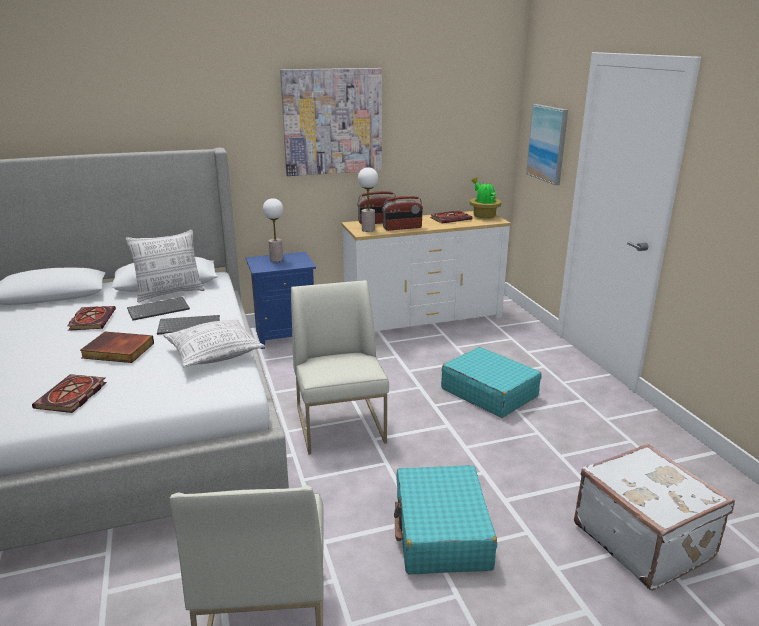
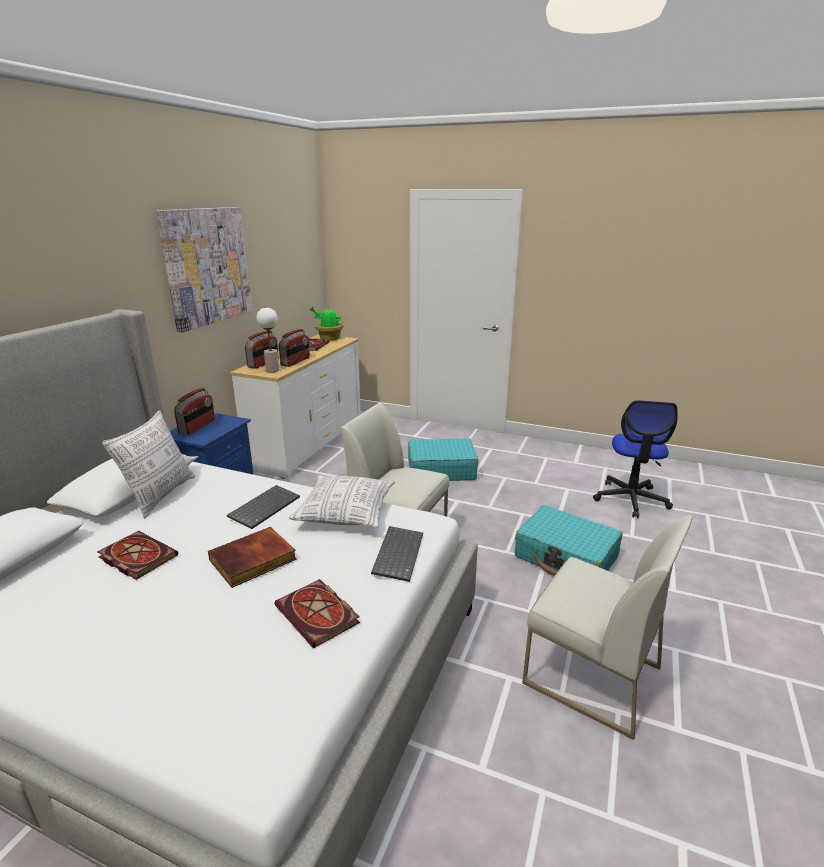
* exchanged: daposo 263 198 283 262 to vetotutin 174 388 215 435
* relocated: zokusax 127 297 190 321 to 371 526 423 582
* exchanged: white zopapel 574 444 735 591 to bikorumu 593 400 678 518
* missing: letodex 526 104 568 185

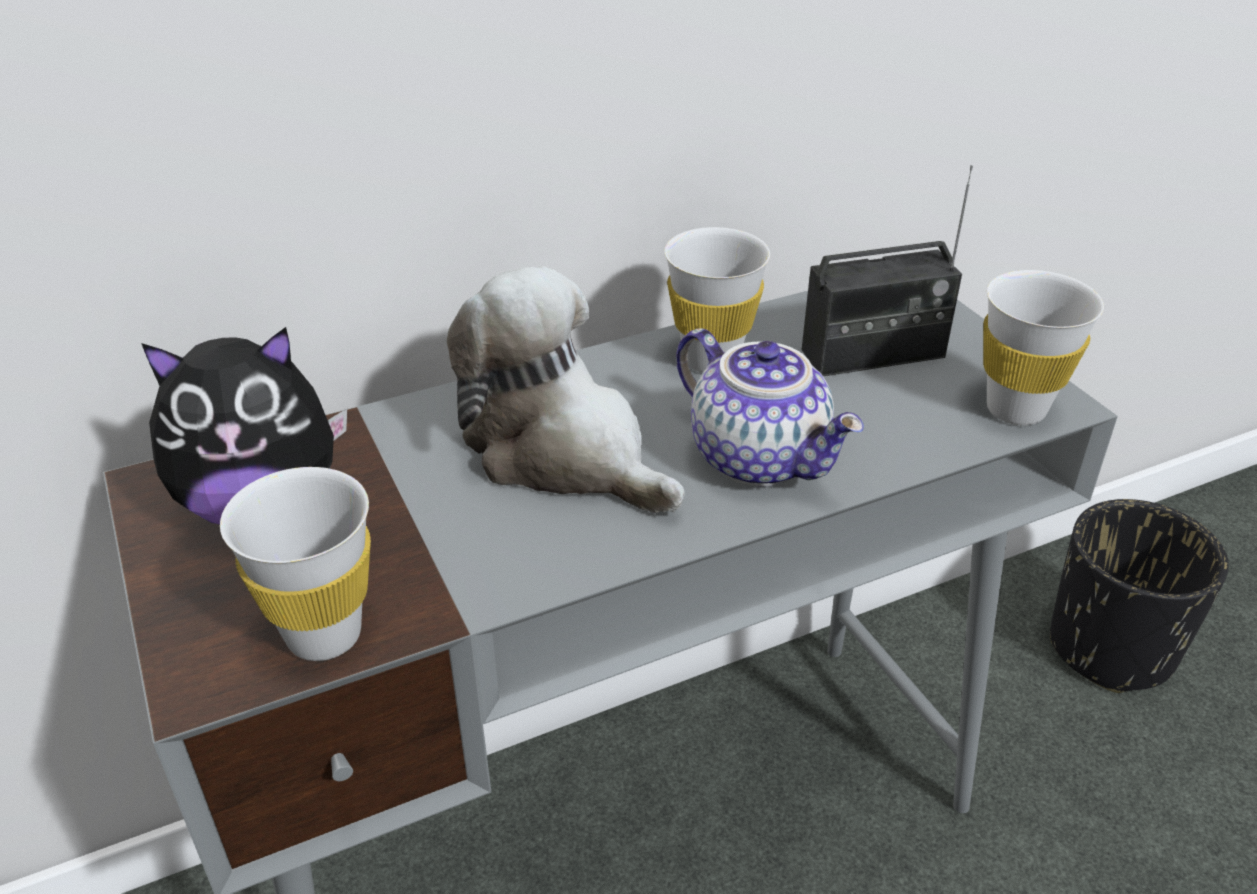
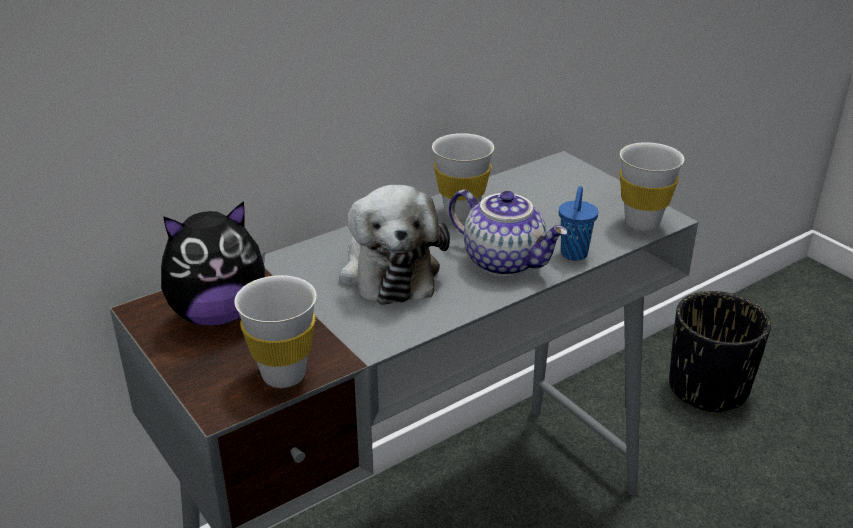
* spun: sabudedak 447 266 685 513 = 339 185 450 305 135 degrees counterclockwise
* appeared: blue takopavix 559 186 598 261
* missing: vetotutin 802 165 973 376

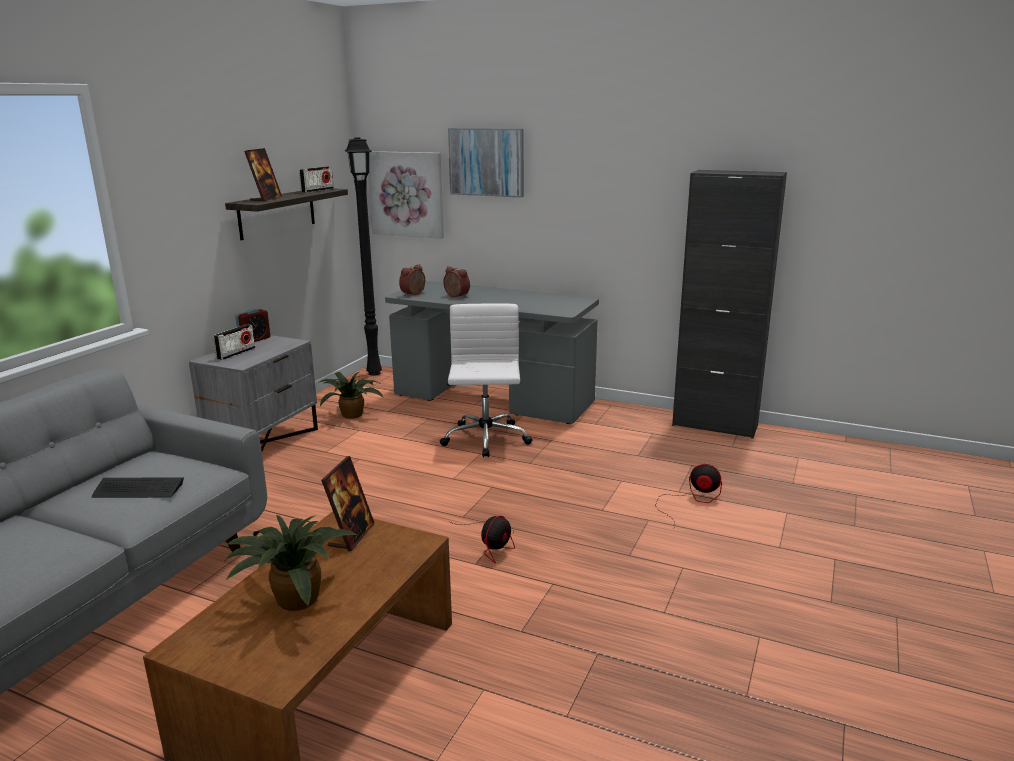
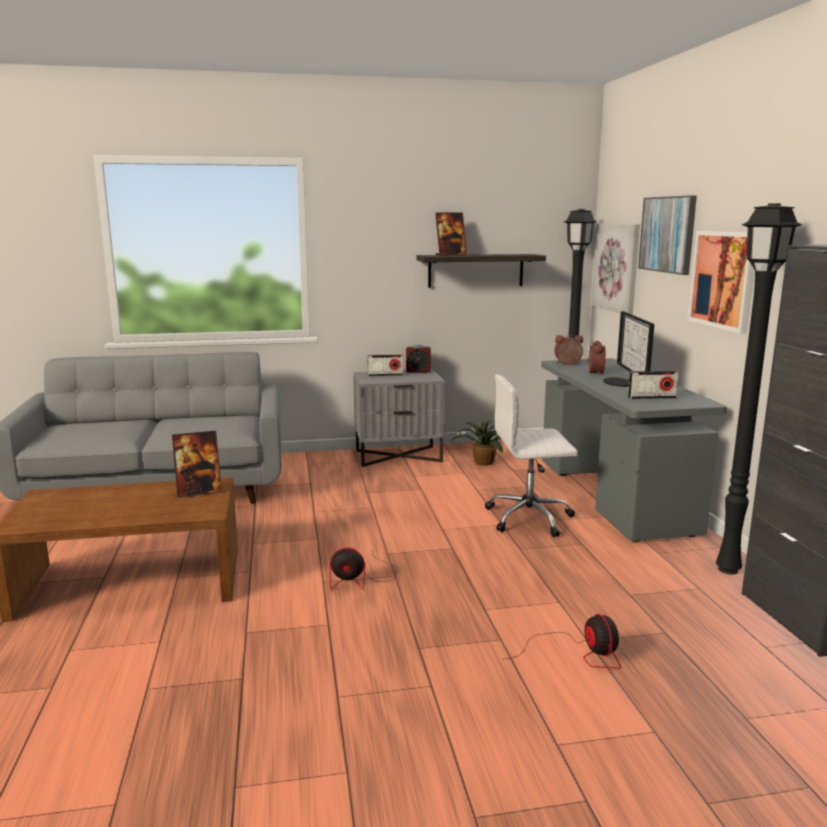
* spun: white bikorumu 440 304 533 457 = 485 374 578 537 150 degrees counterclockwise
* appeared: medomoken 603 311 654 387
* relocated: vetotutin 299 166 334 193 to 628 371 679 399
* appeared: letodex 688 231 755 334
* appeared: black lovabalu 716 203 802 574
* missing: zokusax 92 477 184 498
* missing: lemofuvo 225 514 357 611

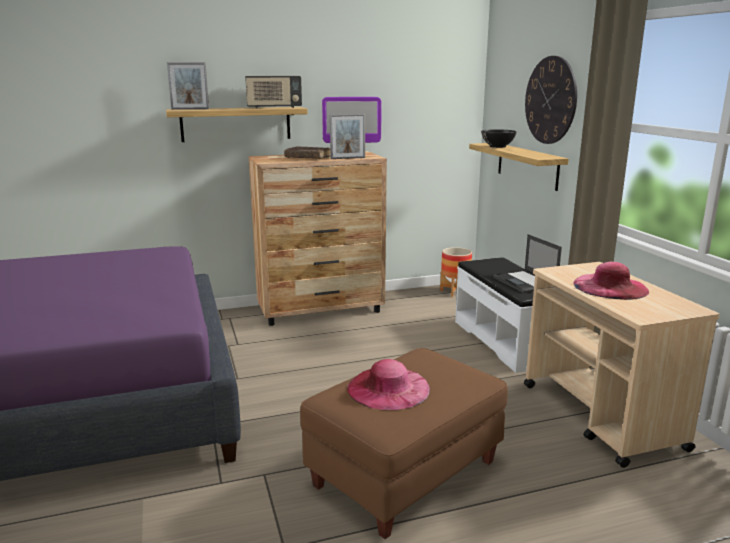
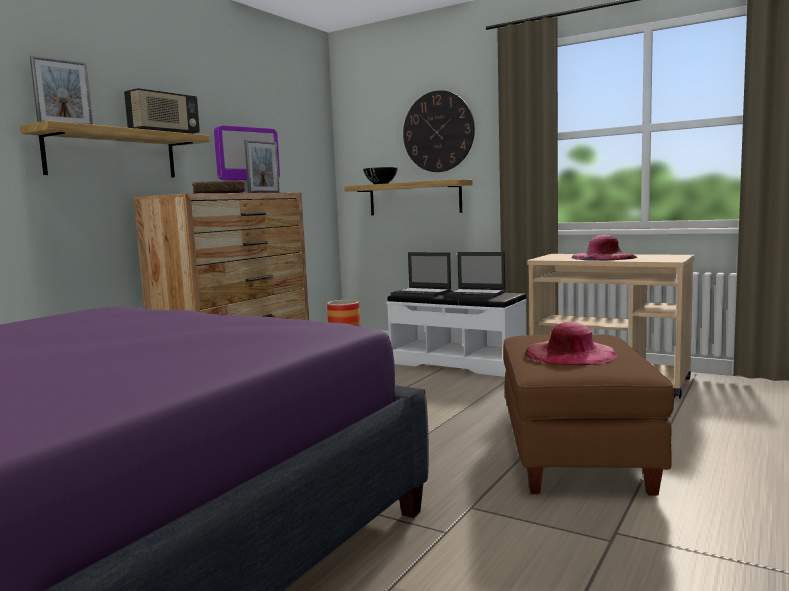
* appeared: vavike 391 252 452 297

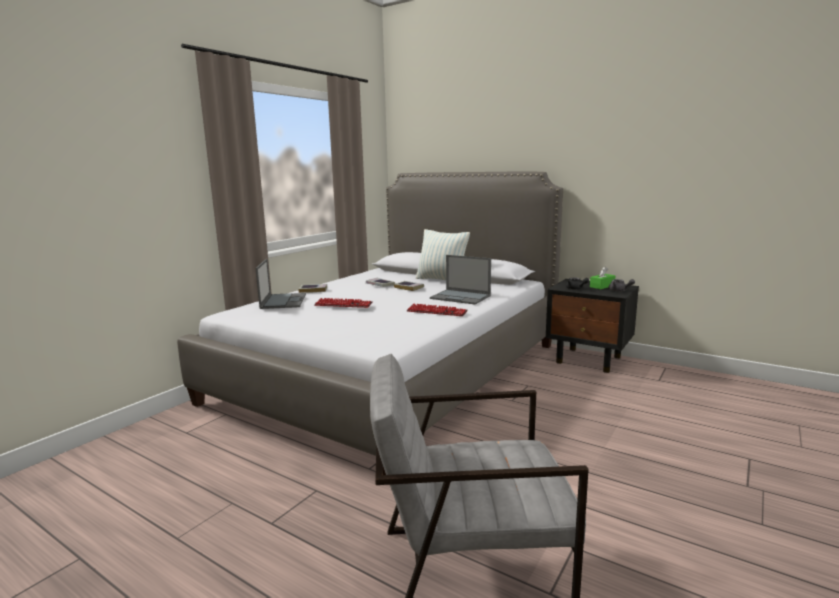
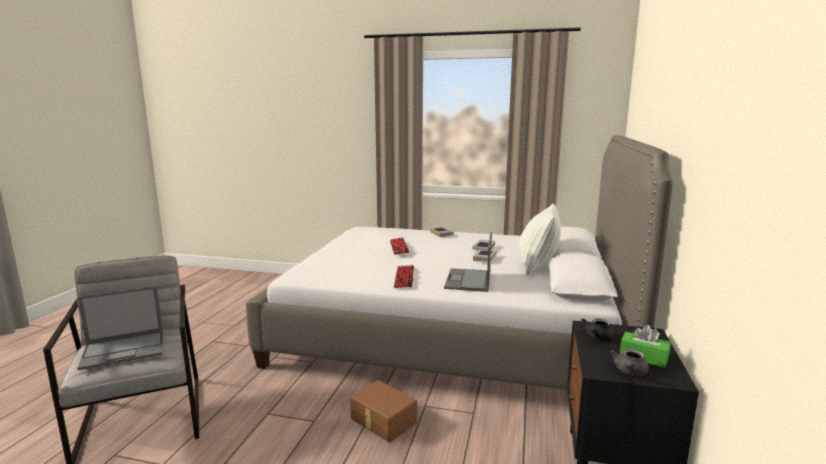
* relocated: vavike 256 259 306 309 to 77 286 163 370
* appeared: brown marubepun 350 380 417 443

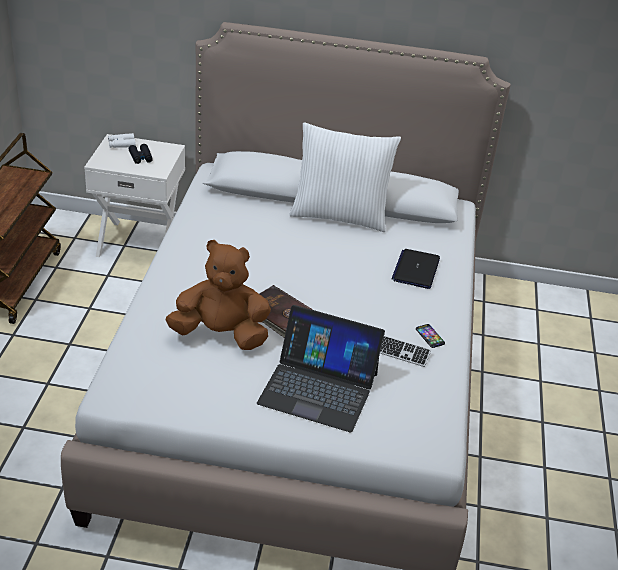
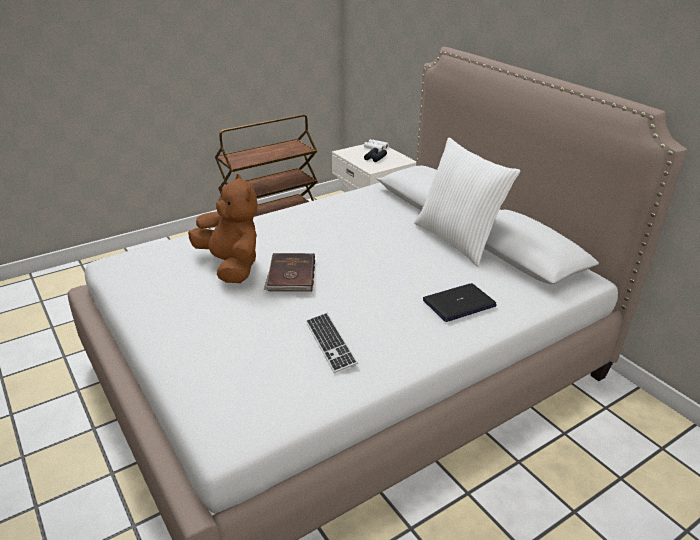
* missing: vavike 257 305 385 432
* missing: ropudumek 416 324 445 348

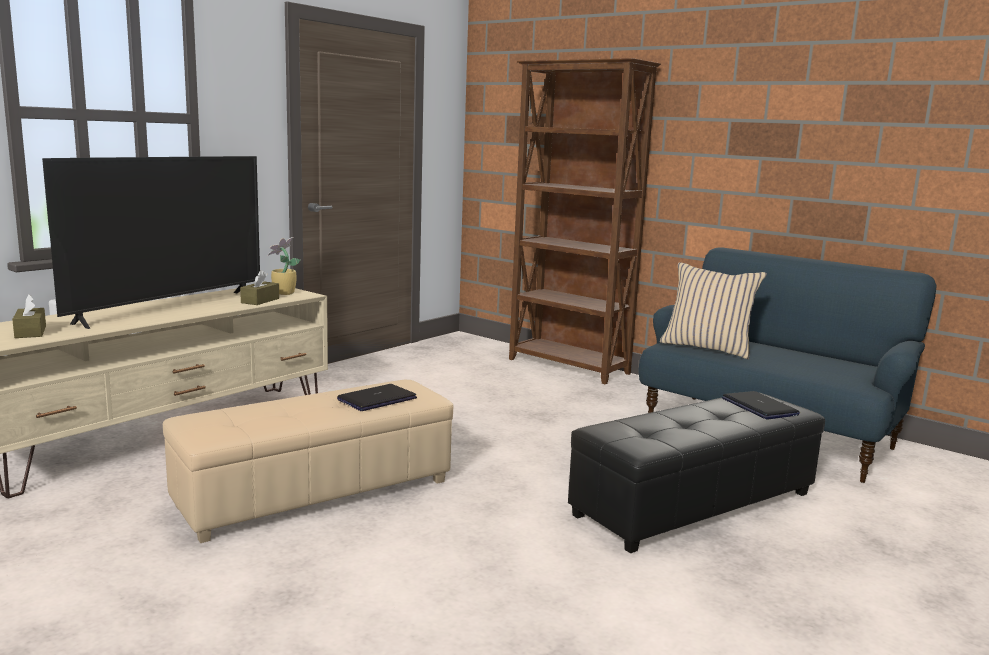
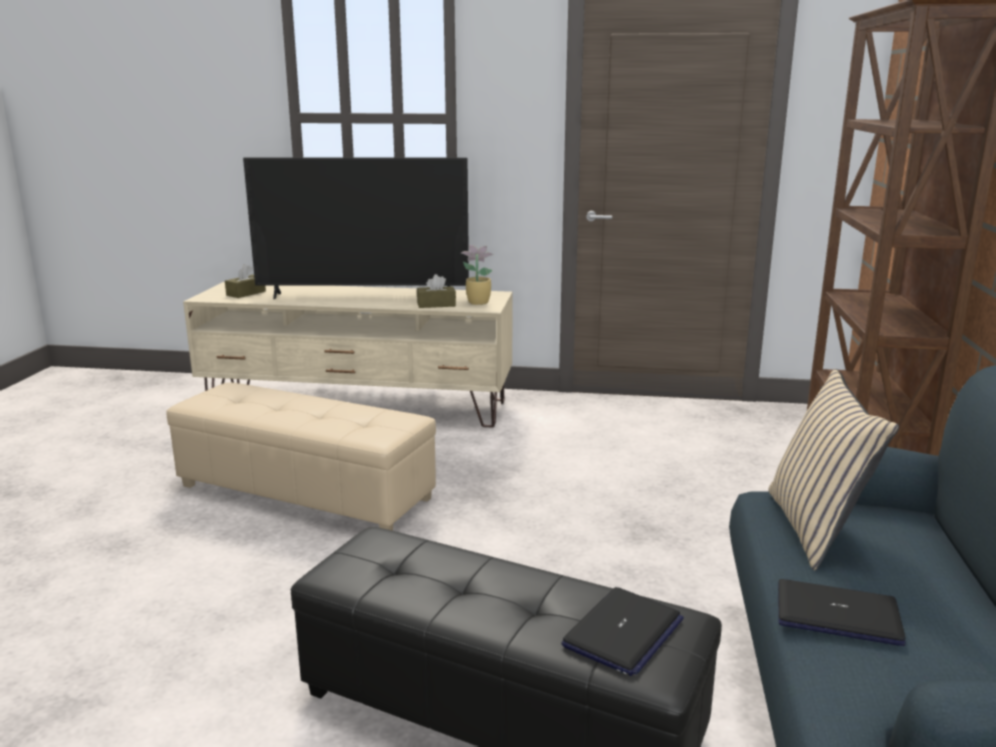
* relocated: vavike 337 384 417 411 to 778 579 905 646

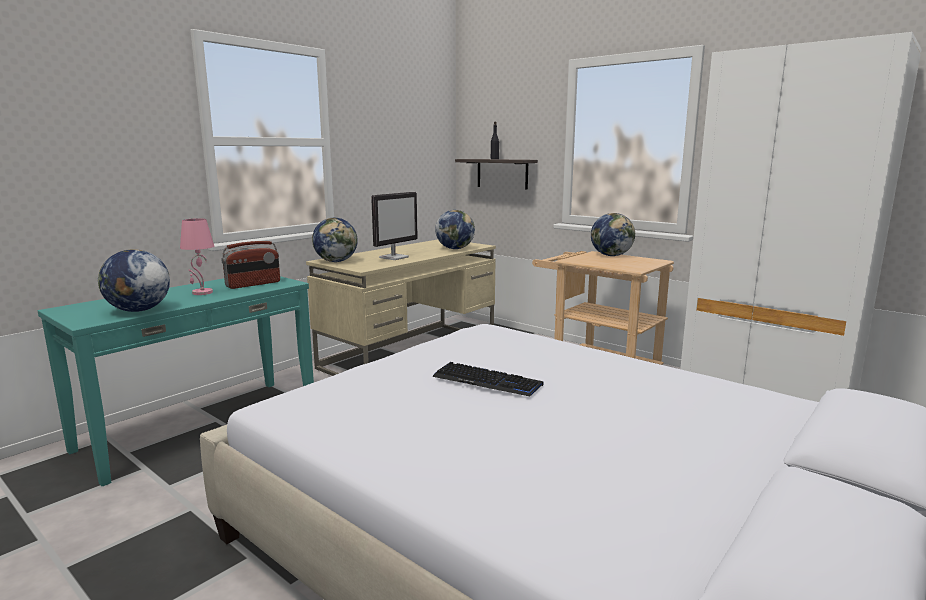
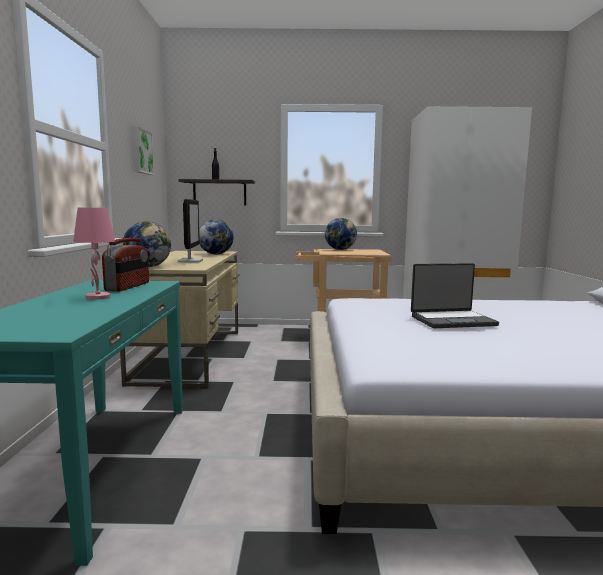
* appeared: letodex 133 126 154 175
* exchanged: zokusax 432 362 543 396 to vavike 411 263 499 328
* missing: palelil 97 249 170 312

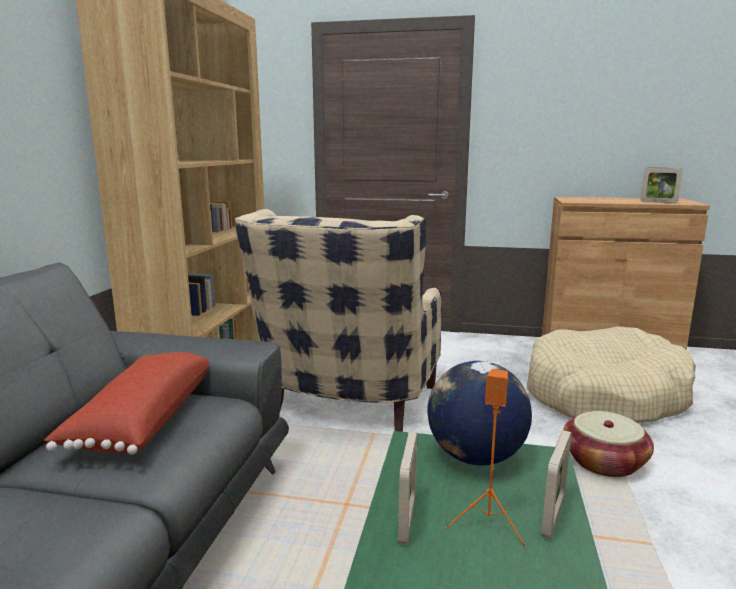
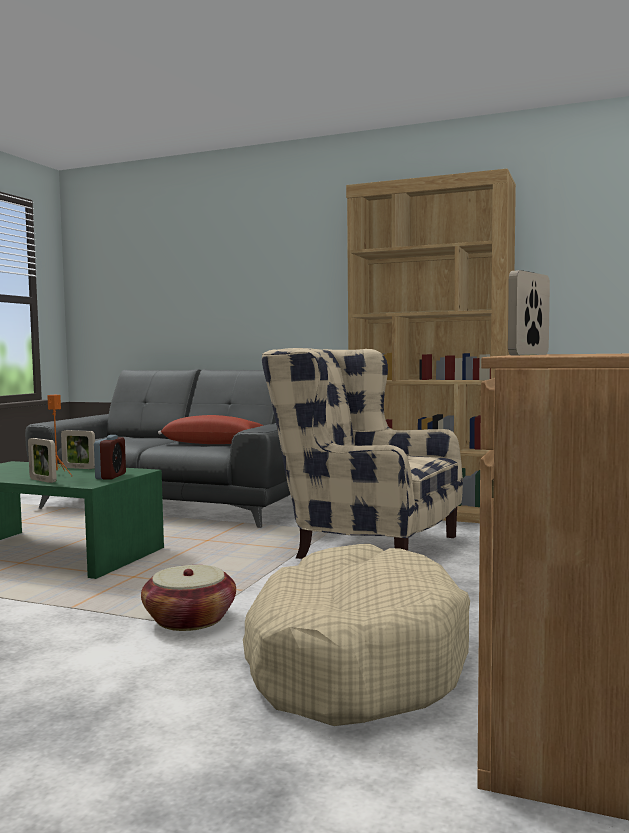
* exchanged: palelil 427 361 532 466 to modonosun 94 435 126 479

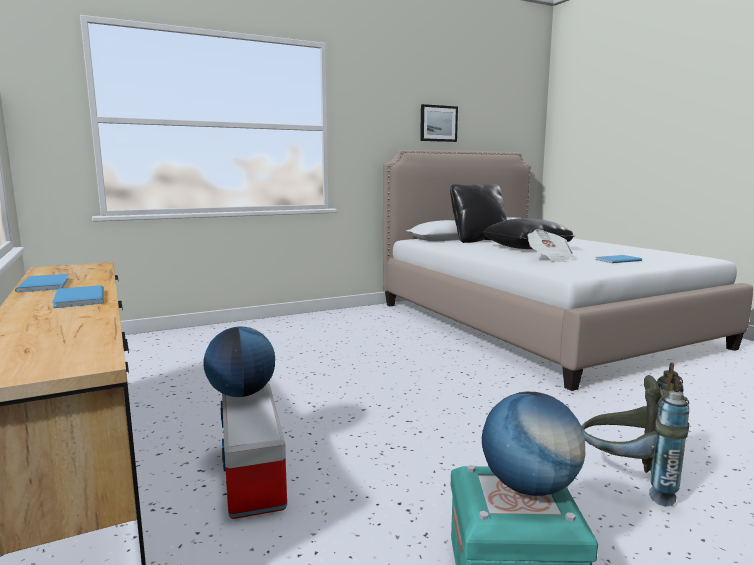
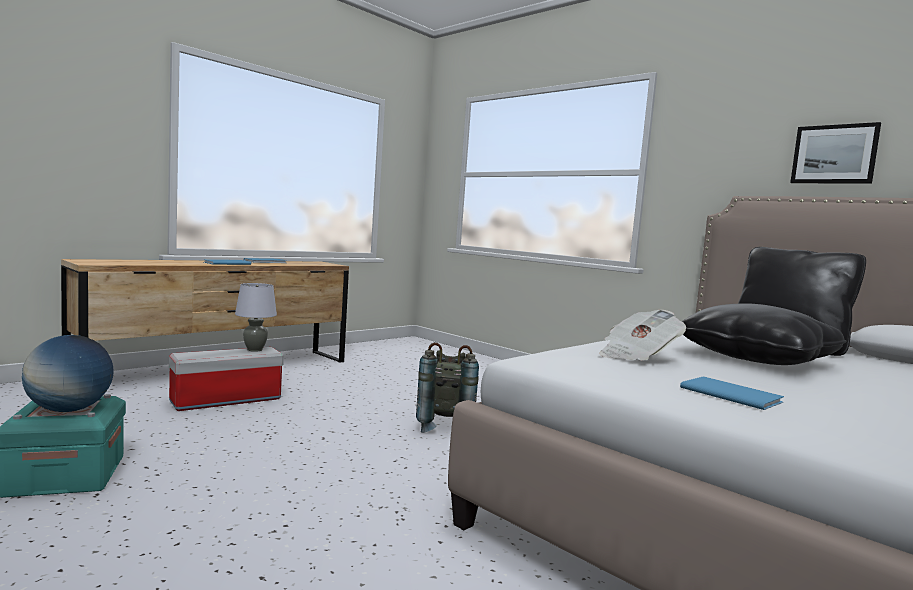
* exchanged: palelil 203 326 275 397 to grey daposo 235 283 277 352
* relocated: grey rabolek 581 363 689 507 to 416 342 479 433

